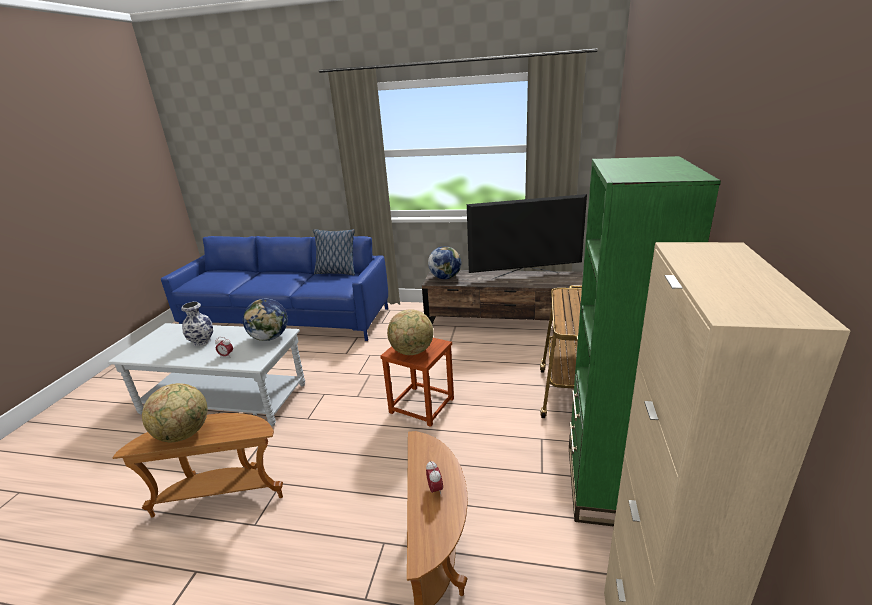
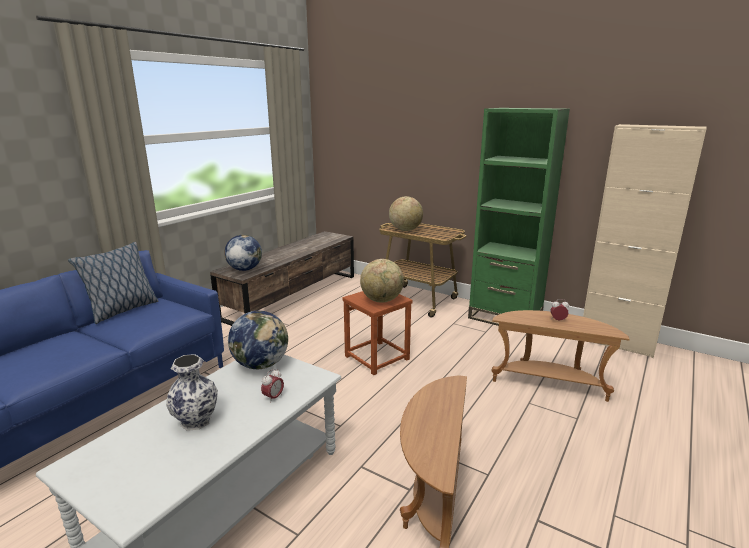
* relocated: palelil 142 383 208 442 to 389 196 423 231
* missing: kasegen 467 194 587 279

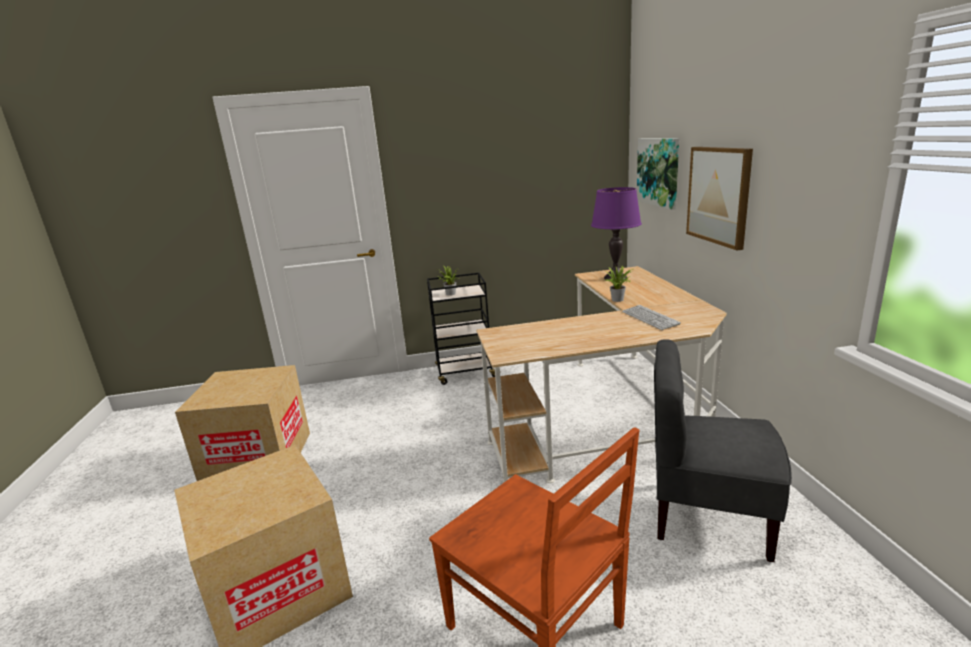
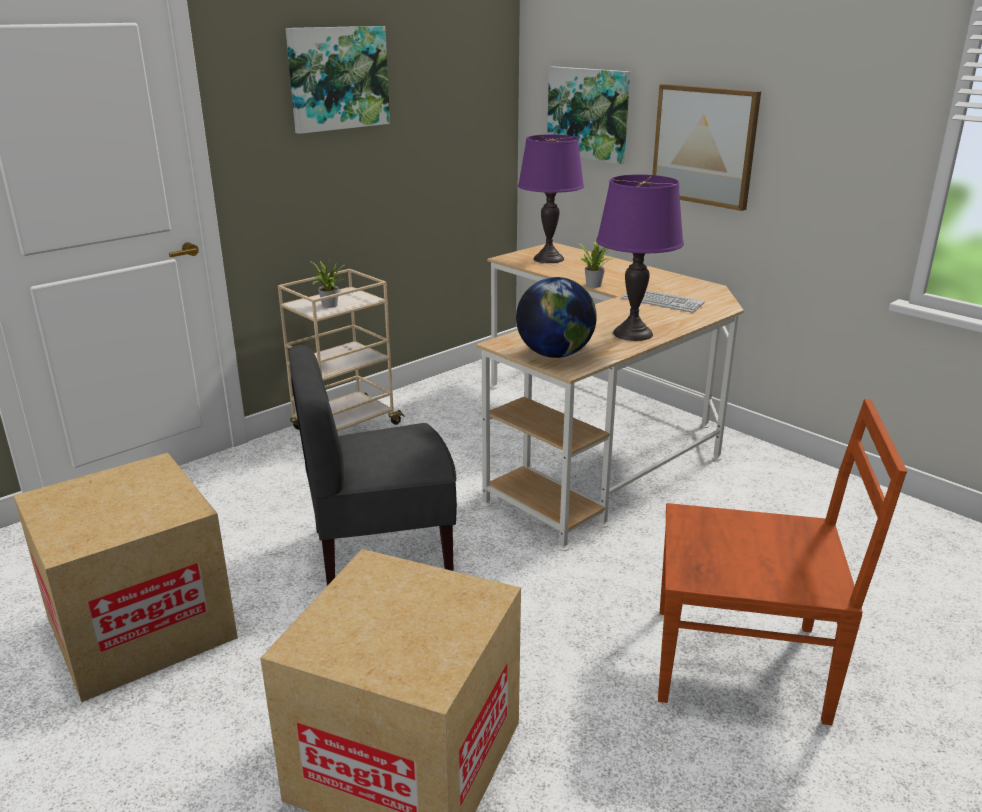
* colour: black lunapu 427 273 501 385 to beige lunapu 278 269 405 432
* appeared: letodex 285 26 390 134
* relocated: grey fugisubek 654 339 792 562 to 289 345 457 586
* appeared: palelil 516 277 597 358
* appeared: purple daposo 596 175 684 341

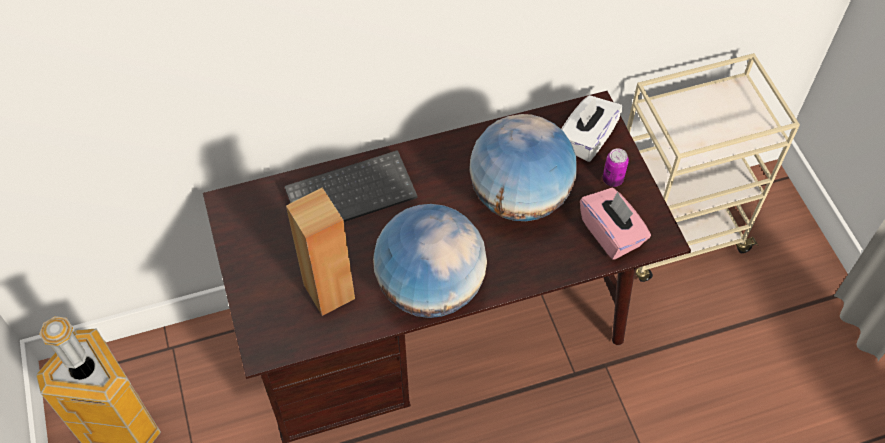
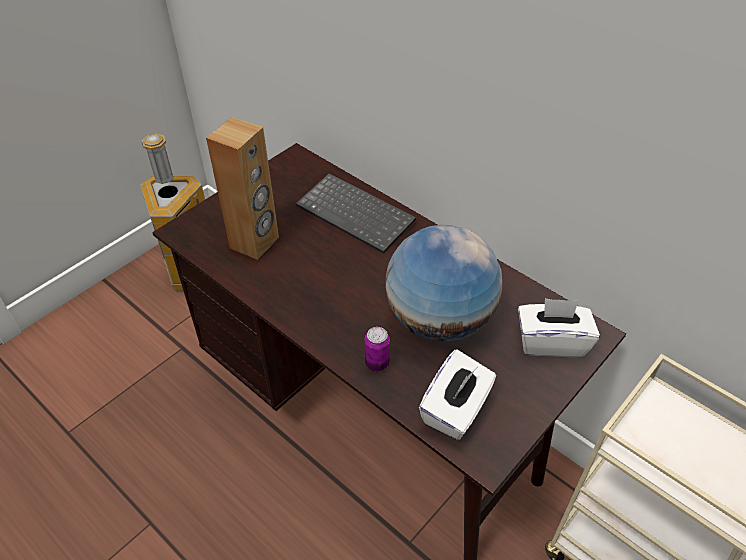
* relocated: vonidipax 603 148 629 187 to 365 327 390 372
* colour: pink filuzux 580 188 651 259 to white filuzux 419 350 496 440
* missing: palelil 373 204 487 318

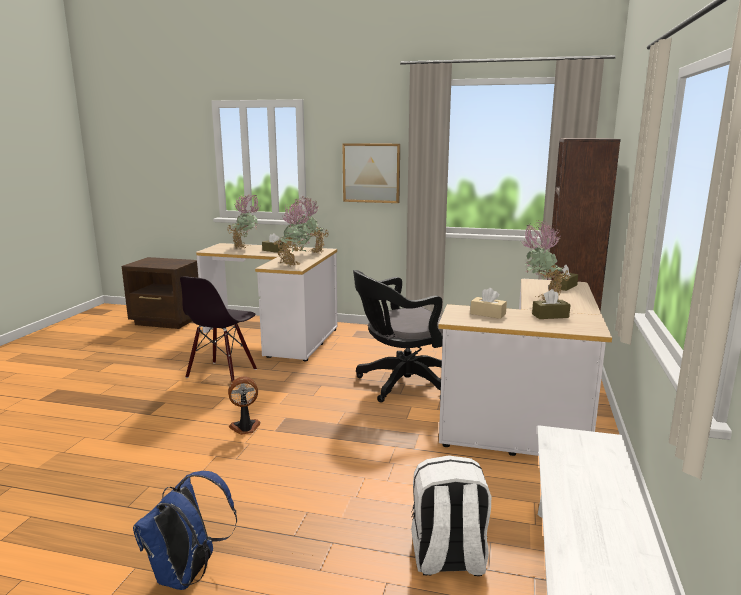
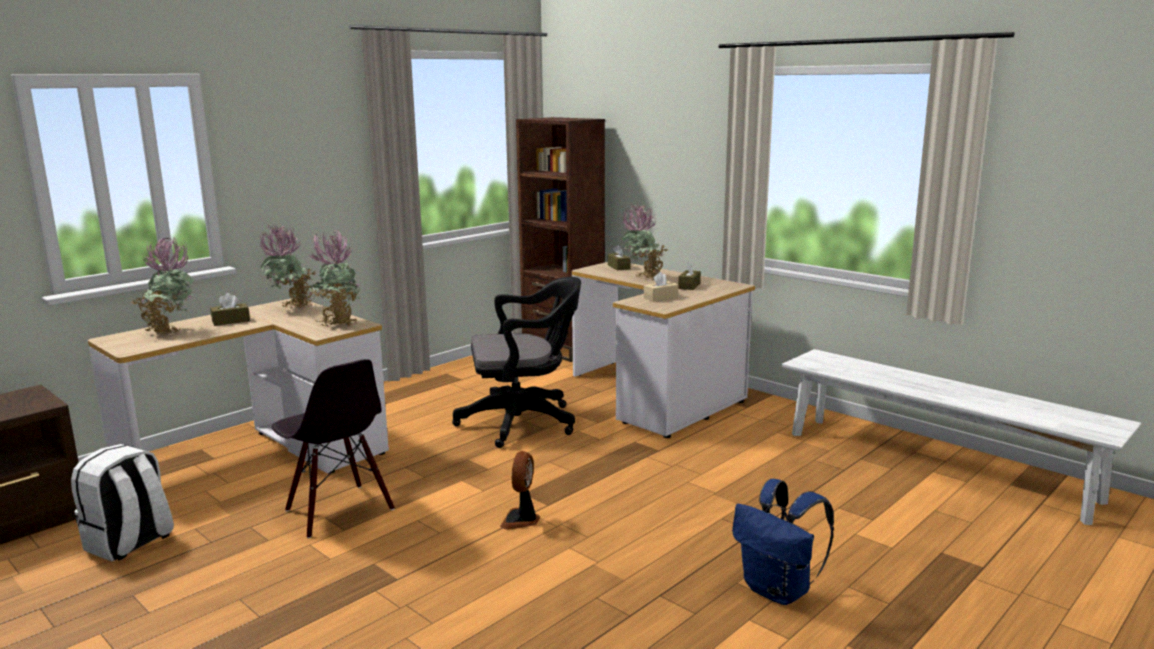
* relocated: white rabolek 411 456 491 576 to 71 444 174 562
* spun: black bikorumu 353 270 443 403 = 452 277 581 448 105 degrees counterclockwise
* missing: letodex 342 143 400 203

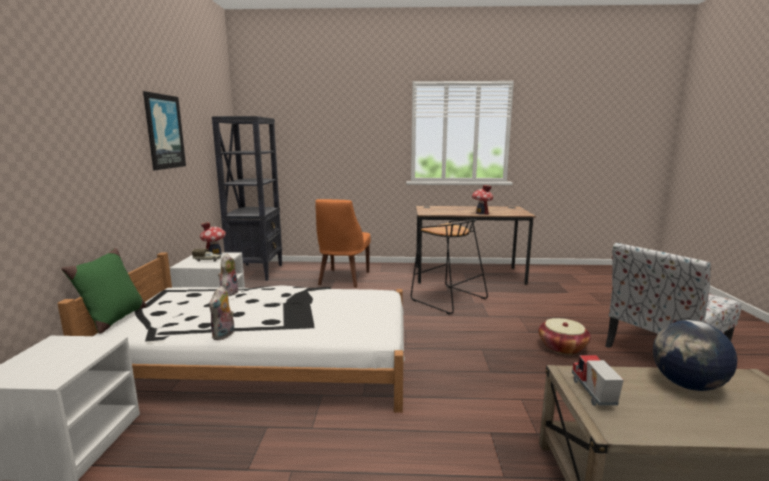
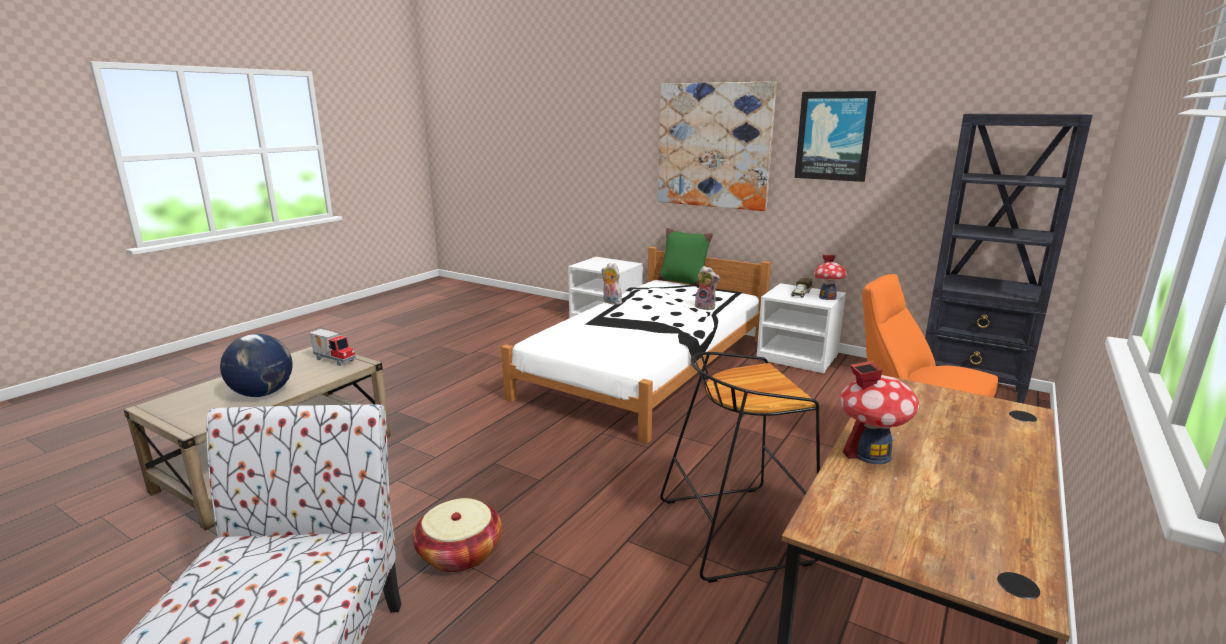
* appeared: letodex 658 81 777 211

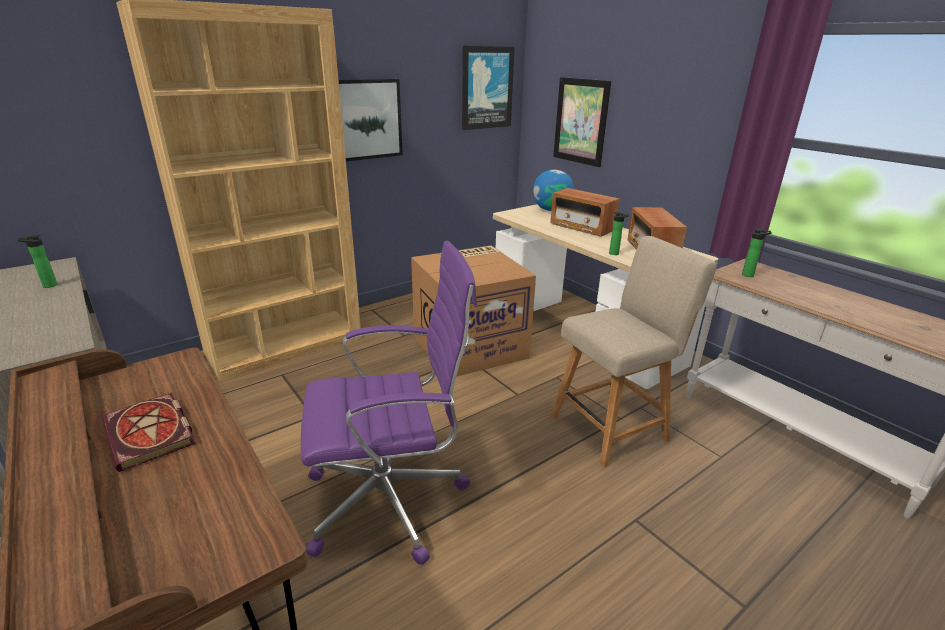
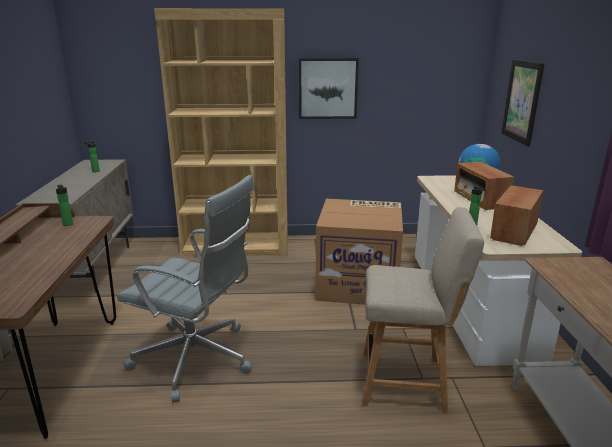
* relocated: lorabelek 742 229 772 277 to 56 185 73 226
* colour: purple bikorumu 301 241 477 565 to grey bikorumu 117 175 254 403
* missing: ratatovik 102 393 195 472
* missing: letodex 462 46 515 130

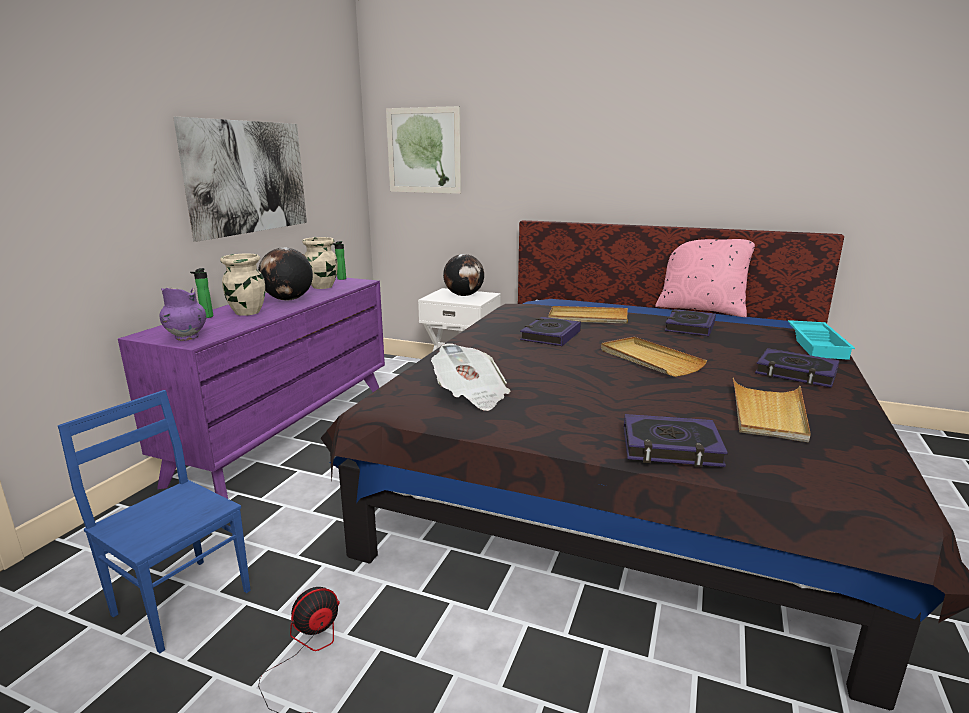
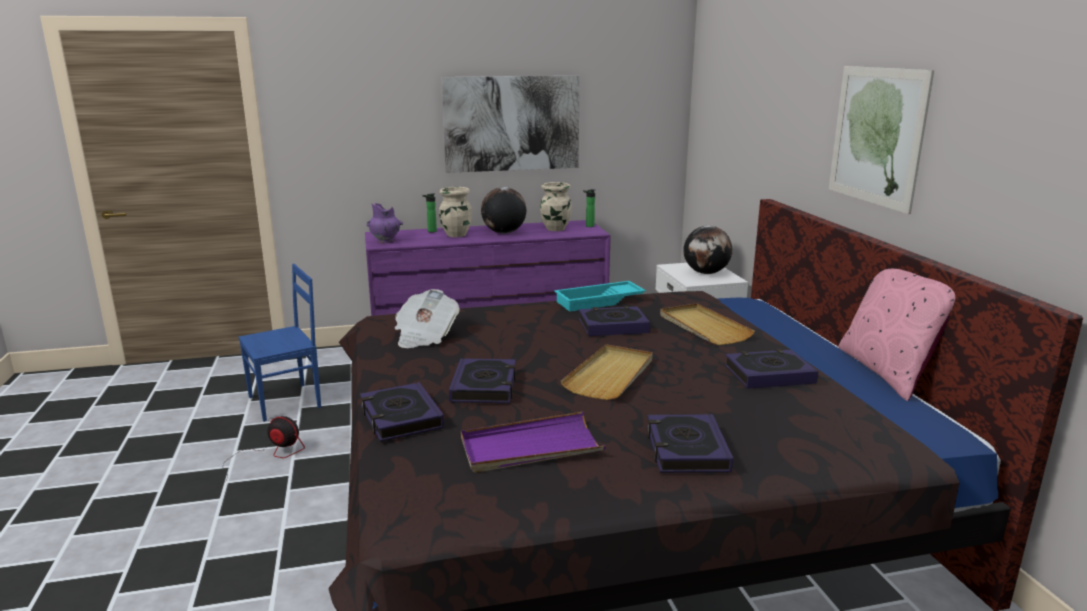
* spun: blue fugisubek 58 390 251 653 = 238 264 321 422 60 degrees clockwise
* appeared: ratatovik 449 358 516 403
* colour: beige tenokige 733 378 811 442 to purple tenokige 461 412 606 473
* relocated: turquoise tenokige 788 320 855 360 to 554 281 646 312
* relocated: letodex 386 106 461 194 to 829 66 934 214

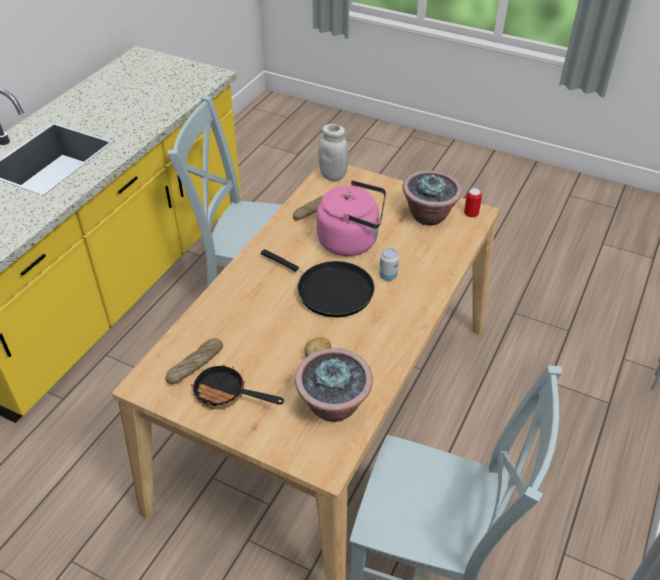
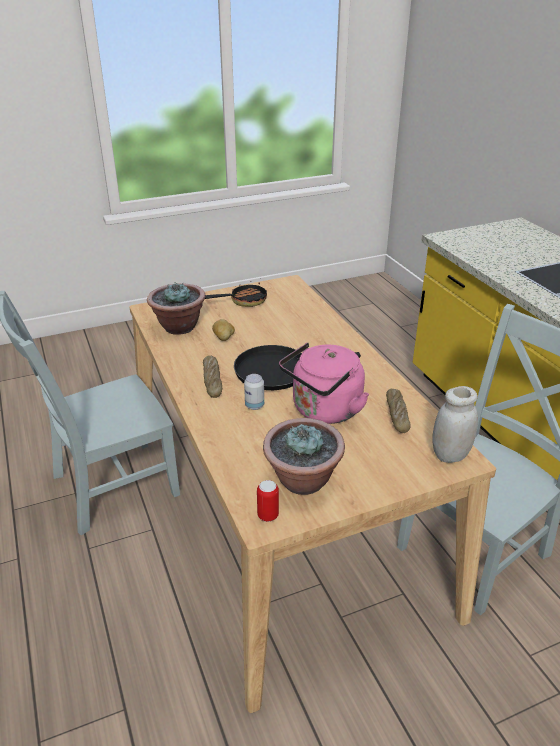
* relocated: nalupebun 166 338 223 384 to 203 356 222 398

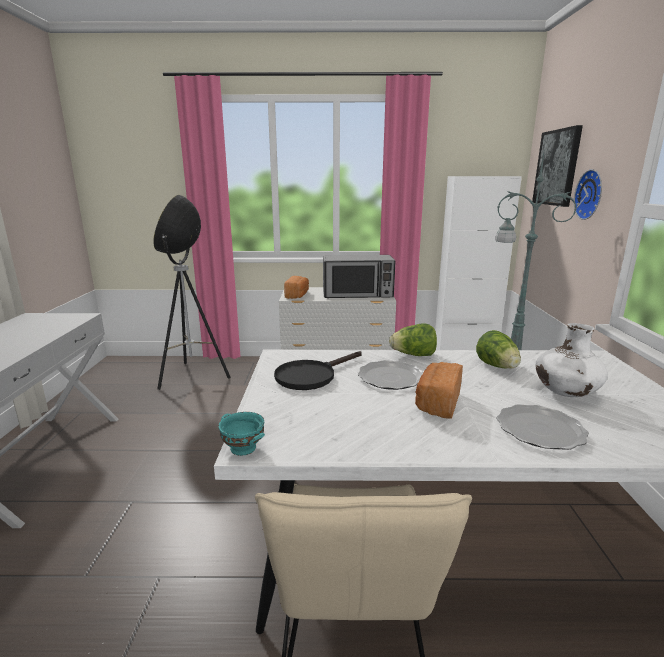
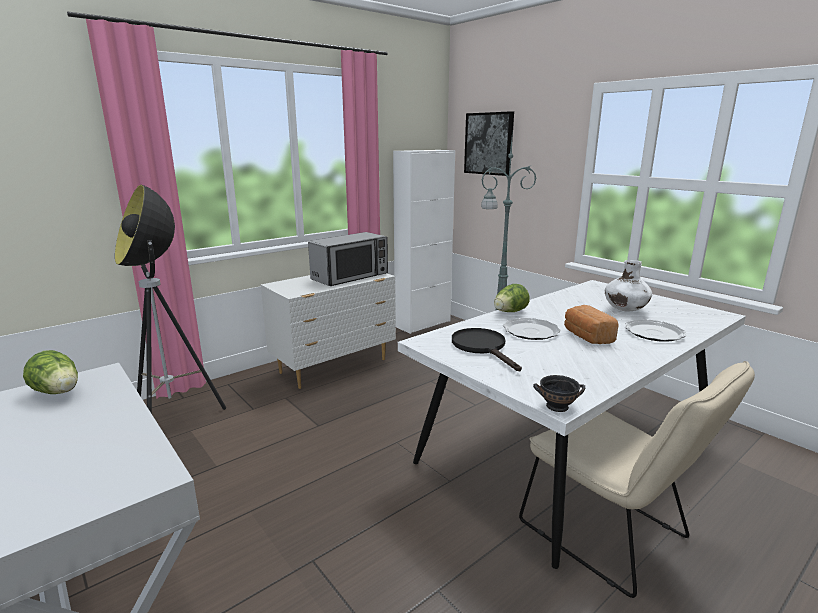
* relocated: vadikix 476 330 521 369 to 23 350 78 394
* spun: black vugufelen 274 351 362 390 = 452 328 522 371 150 degrees clockwise
* colour: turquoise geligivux 219 412 265 456 to black geligivux 533 375 586 412
* missing: nalupebun 284 276 309 299
* missing: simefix 574 169 602 220

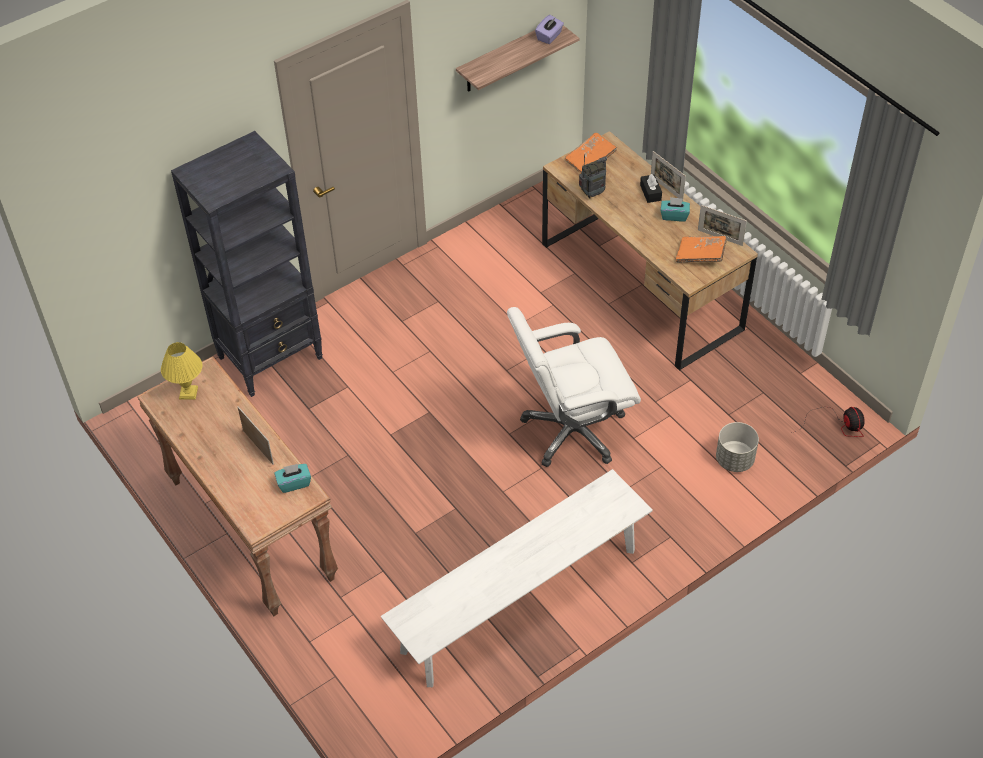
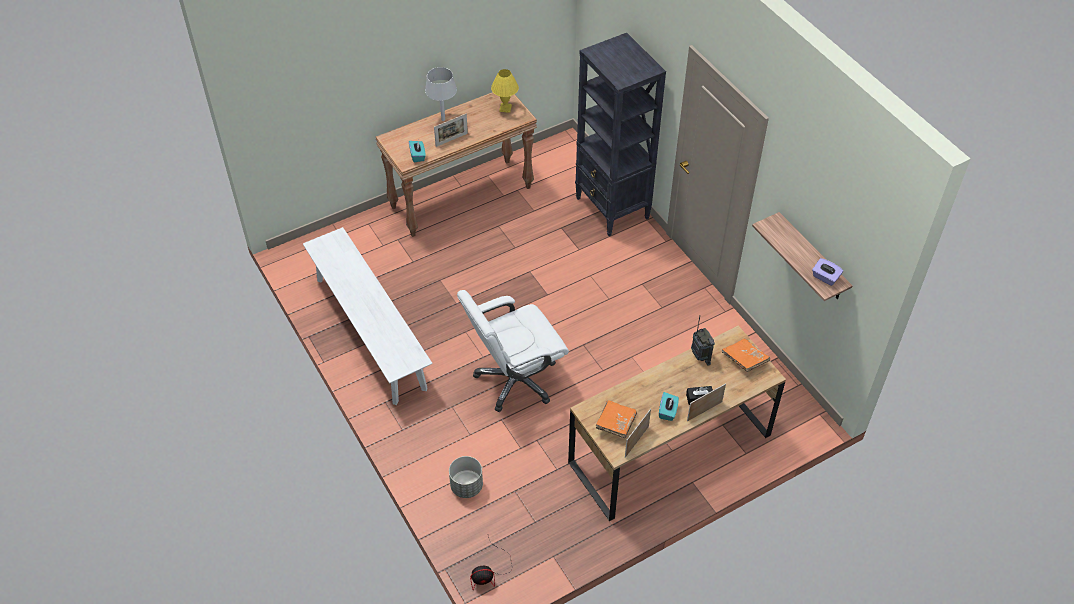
* appeared: grey daposo 425 67 457 121
* spun: white bikorumu 507 307 641 467 = 457 290 569 412 105 degrees counterclockwise

